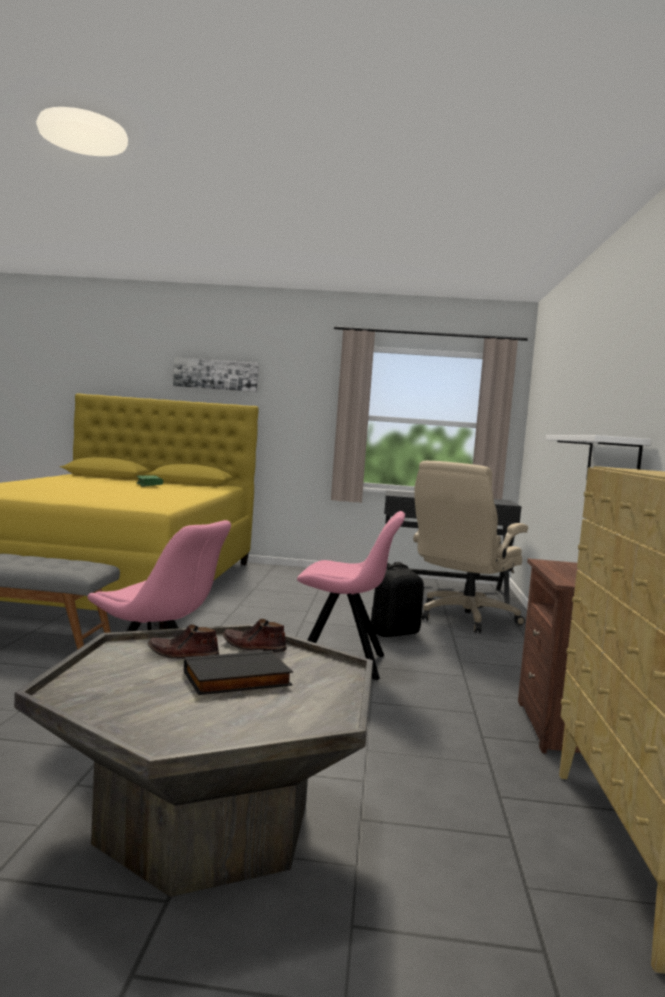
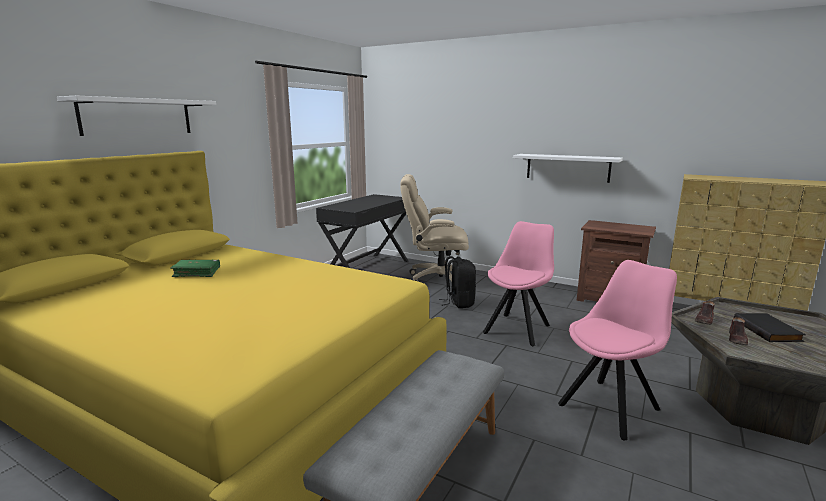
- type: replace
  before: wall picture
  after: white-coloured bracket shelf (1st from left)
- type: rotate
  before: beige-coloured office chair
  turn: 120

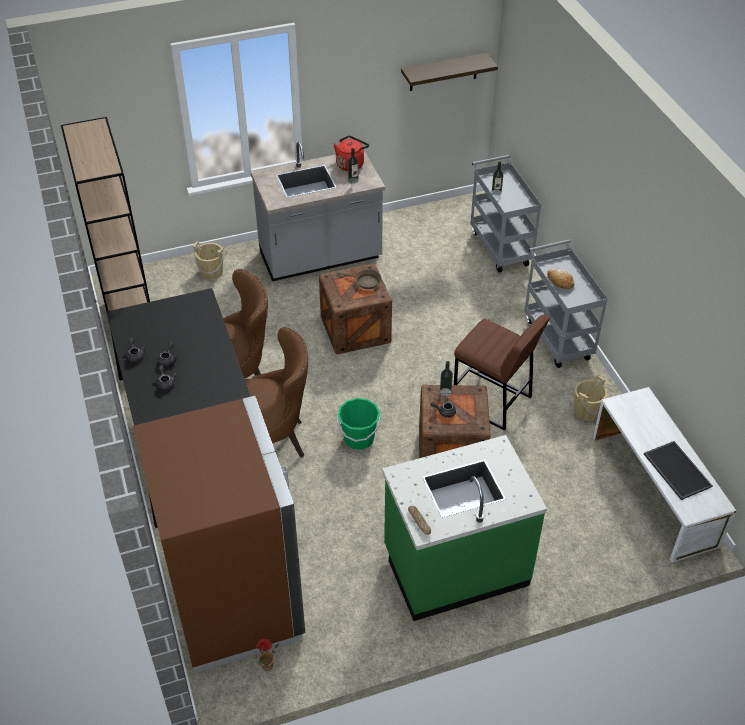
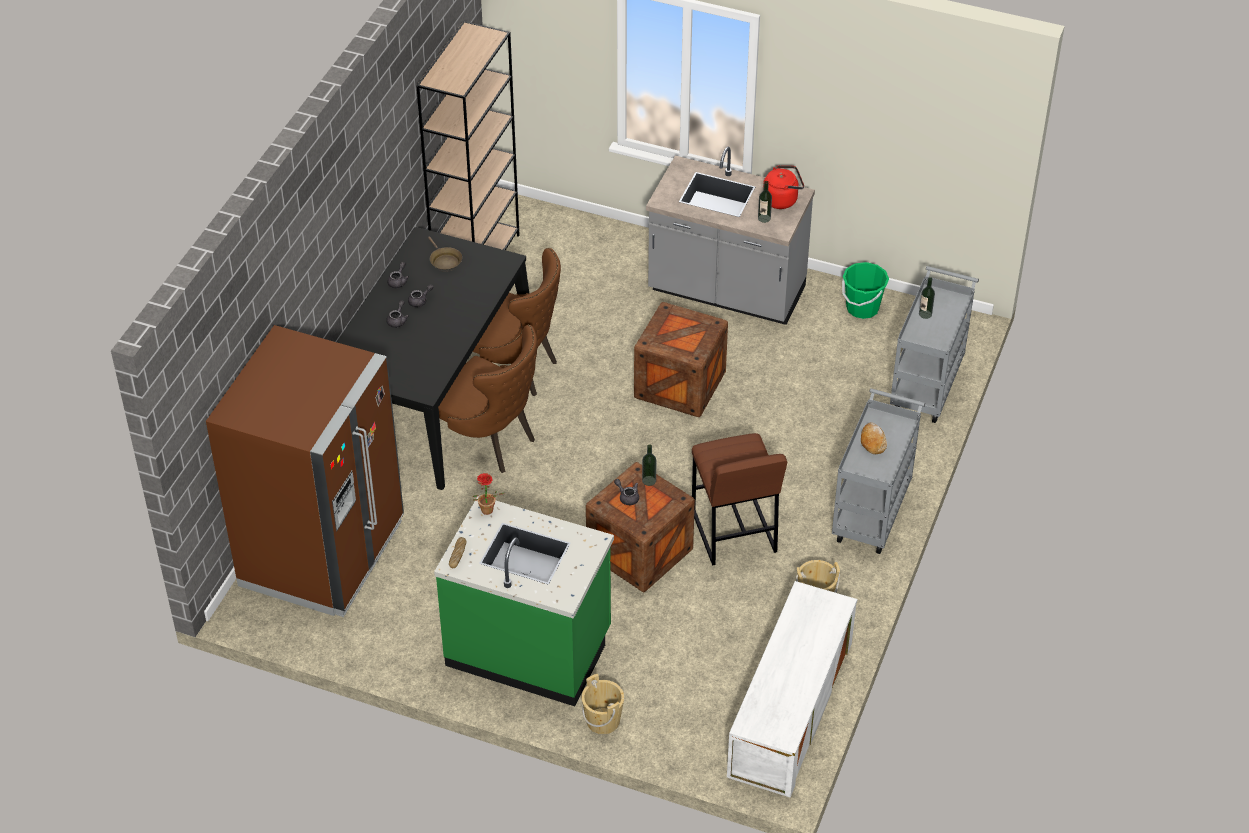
- type: delete
  before: bracket shelf
- type: move
  before: beige-coloured water bucket (1st from left)
- type: move
  before: brown-coloured skillet
- type: move
  before: greenish water bucket
- type: delete
  before: serving tray
- type: move
  before: houseplant

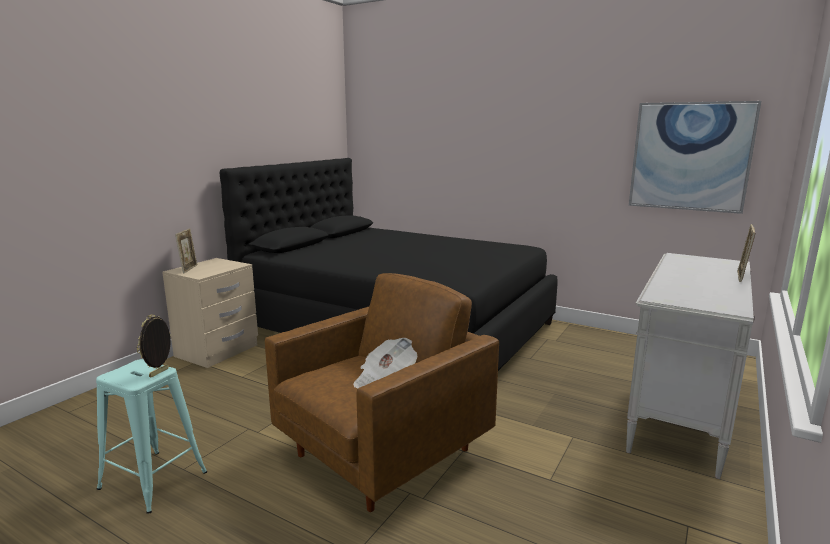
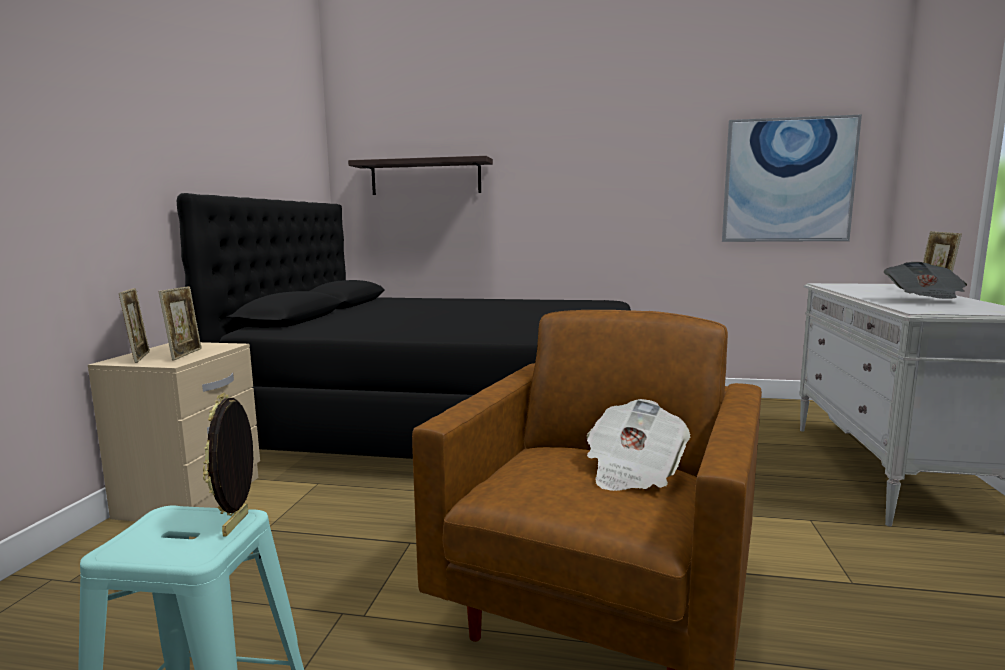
- type: insert
  after: bracket shelf
- type: insert
  after: daily paper (2nd from left)
- type: insert
  after: standing frame (2nd from left)

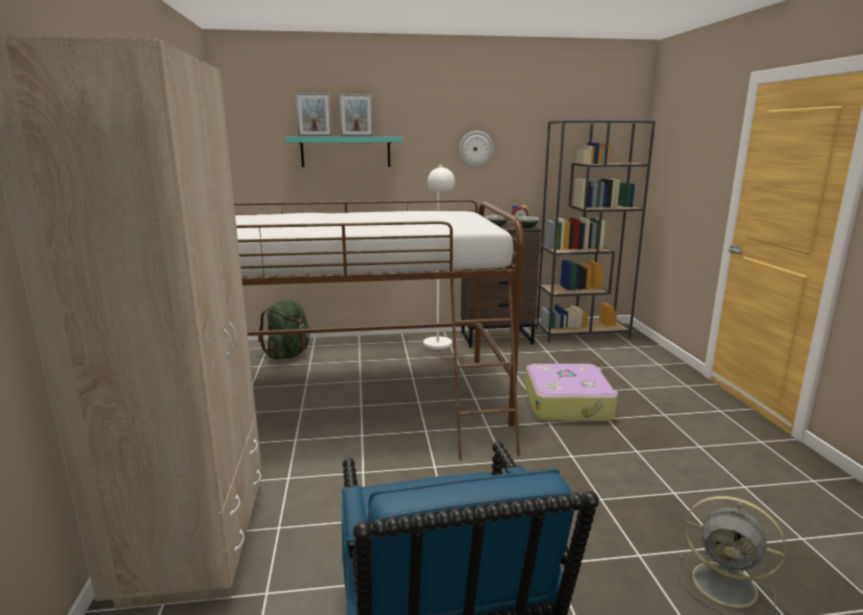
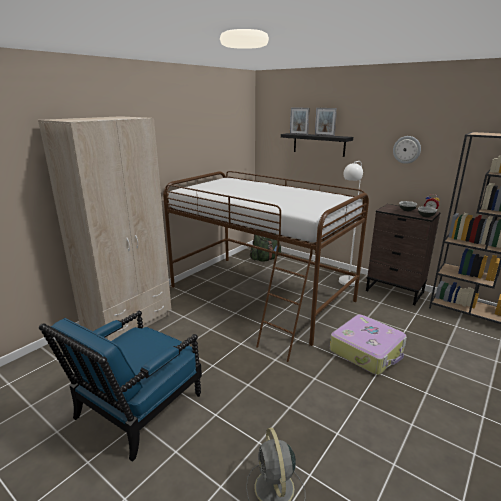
- type: recolor
  before: blue-green bracket shelf
  after: black bracket shelf

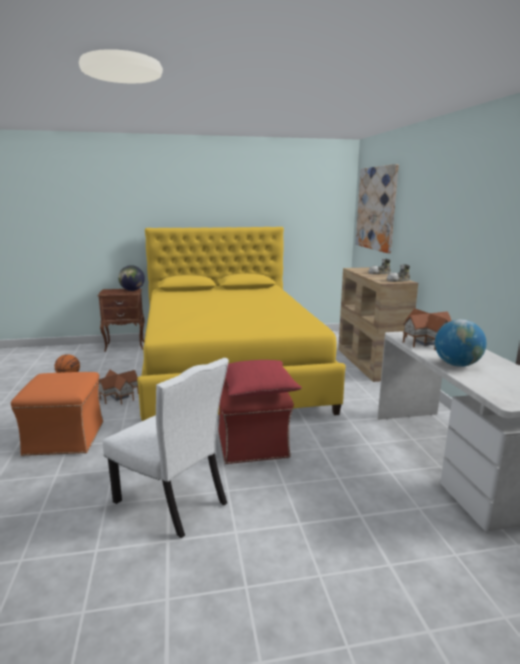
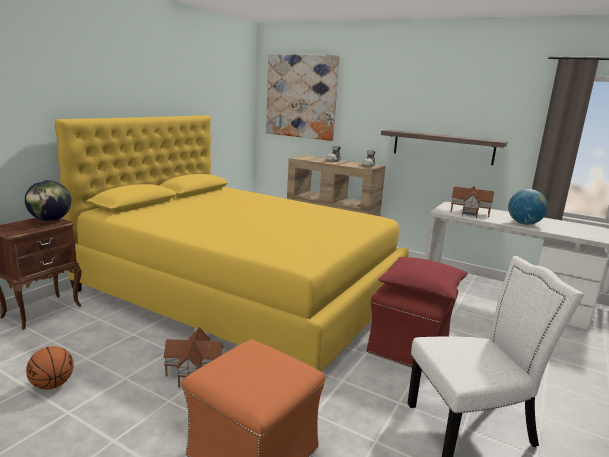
- type: insert
  after: bracket shelf

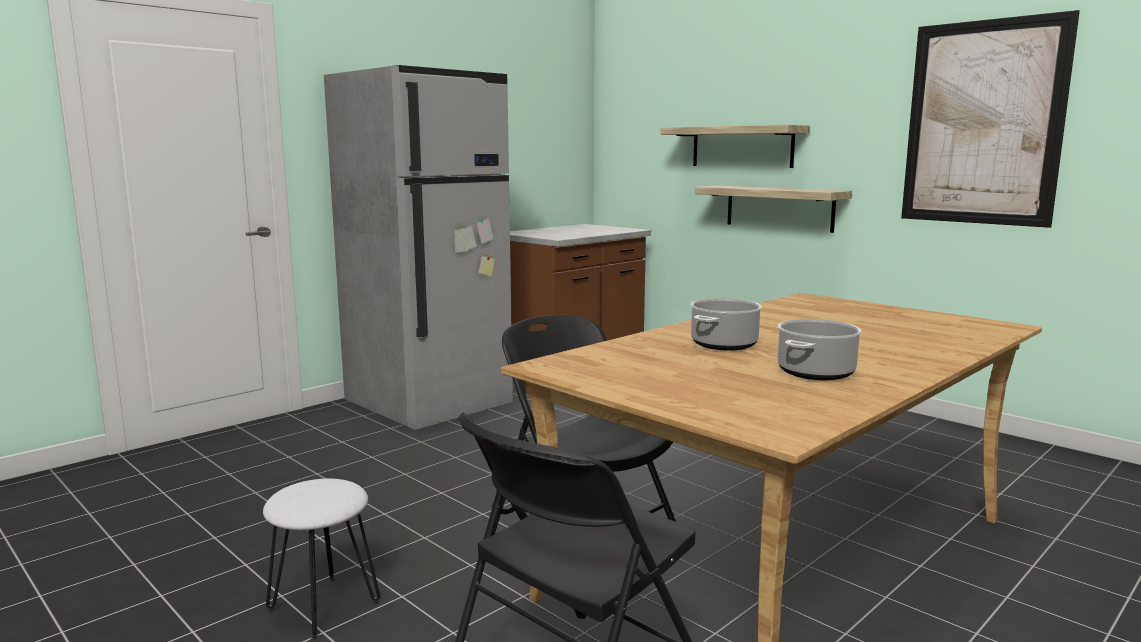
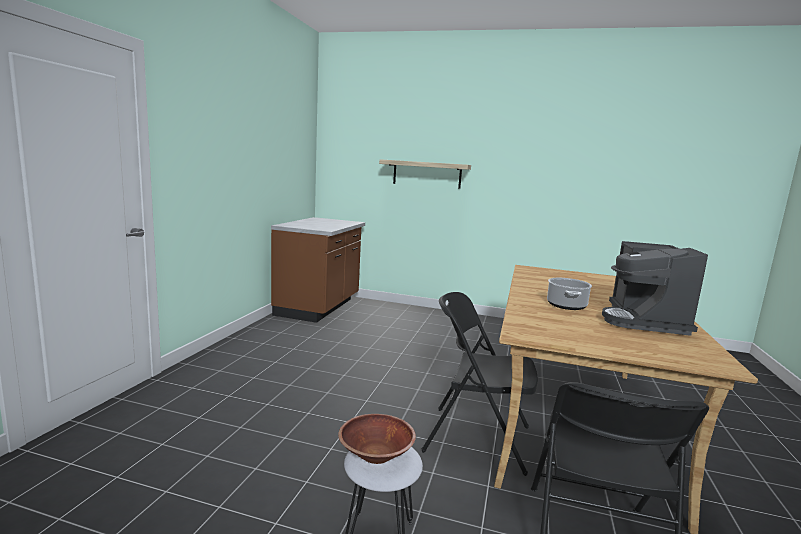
- type: delete
  before: wall picture
- type: delete
  before: gray fridge
- type: delete
  before: bracket shelf (2nd from left)
- type: replace
  before: saucepot (2nd from left)
  after: coffee maker
- type: insert
  after: brown-coloured bowl

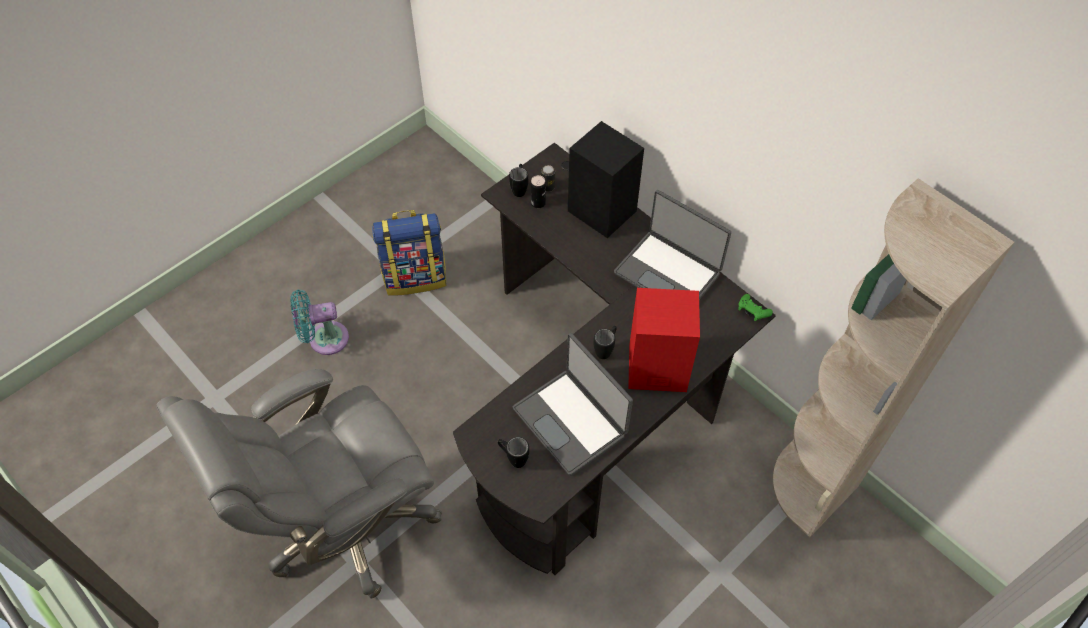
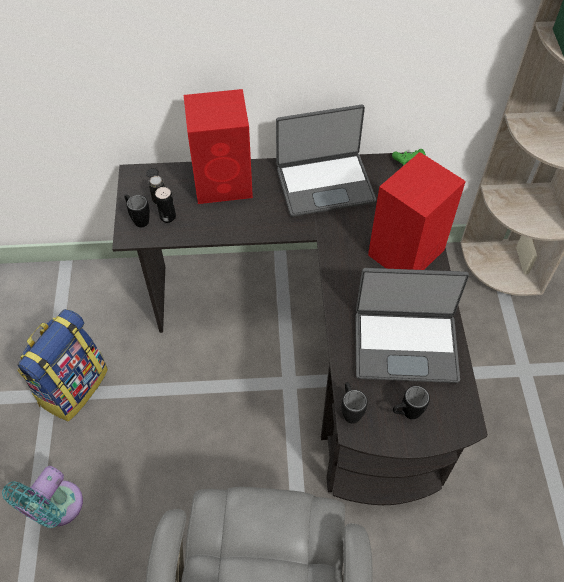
- type: recolor
  before: black speaker
  after: red-coloured speaker (1st from left)
- type: move
  before: black tea mug (3rd from left in the first image)
  after: black tea mug (2nd from left)

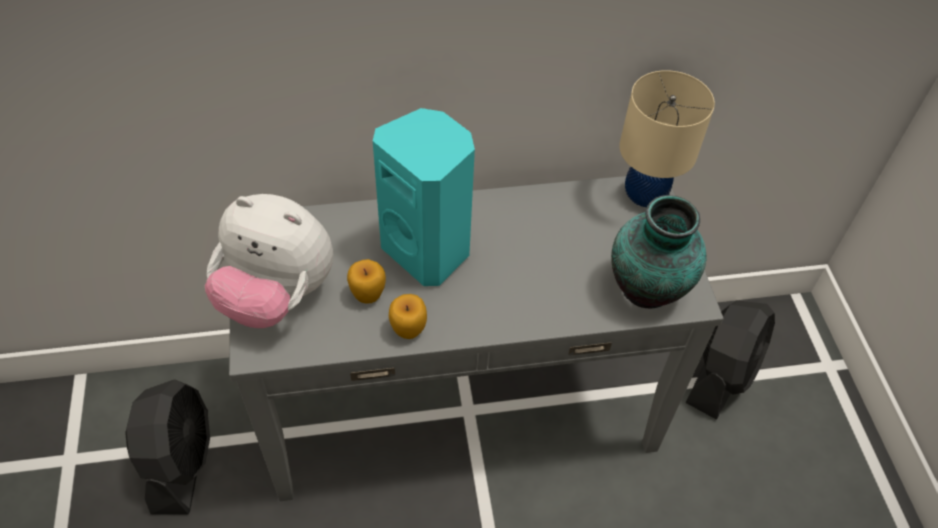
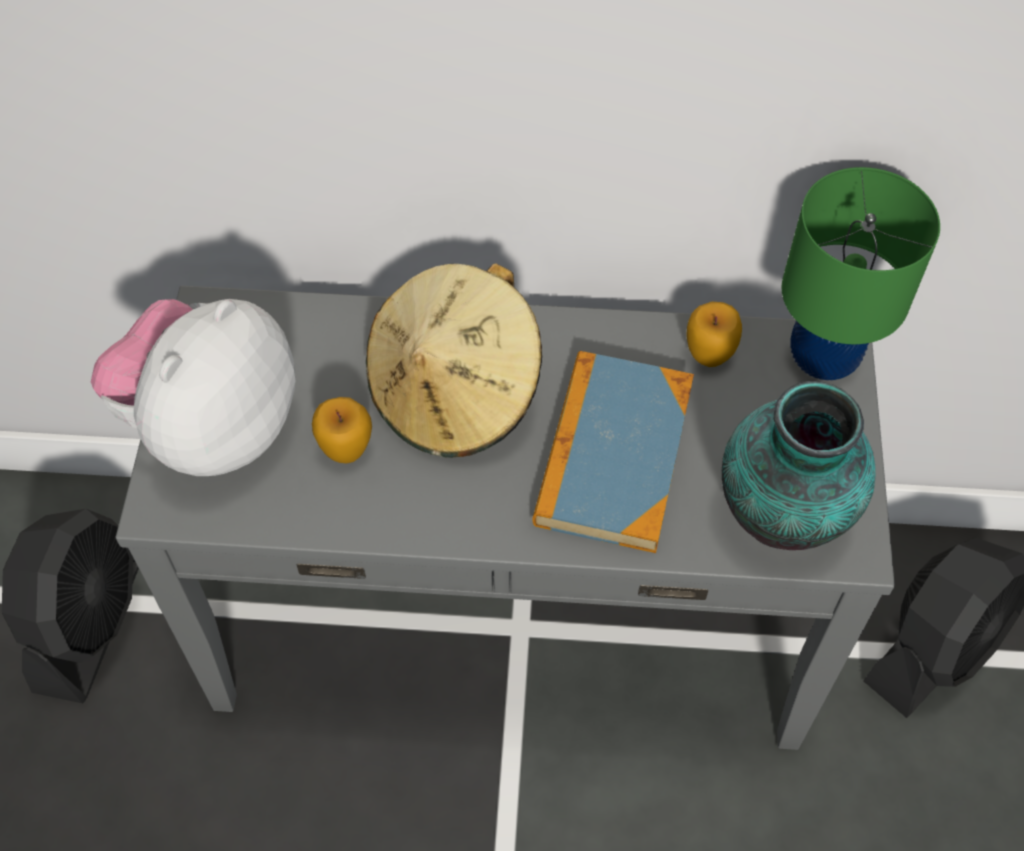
- type: recolor
  before: beige-coloured table lamp
  after: greenish table lamp
- type: replace
  before: blue-green speaker
  after: beige-coloured hat
- type: rotate
  before: cuddly toy
  turn: 90
- type: move
  before: apple fruit (2nd from left)
- type: insert
  after: volume

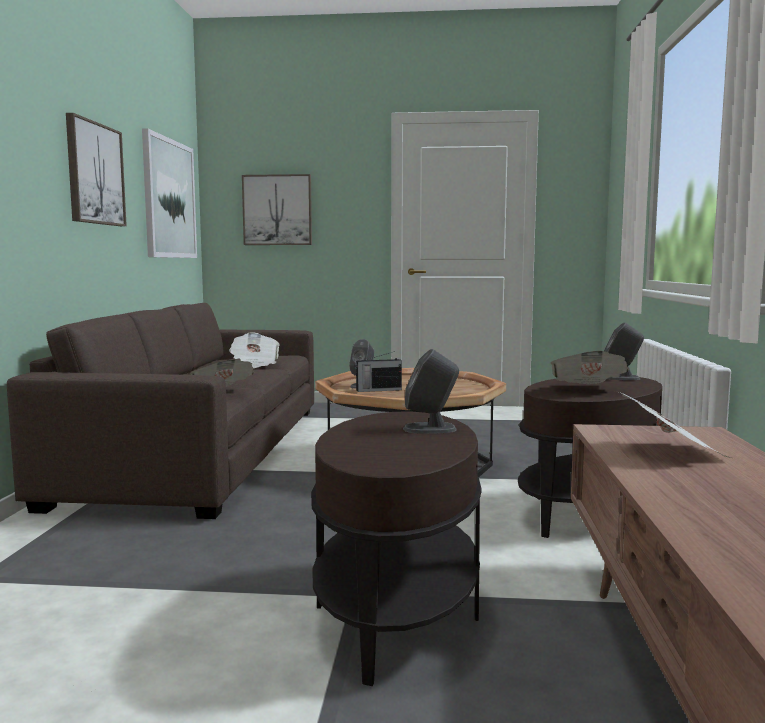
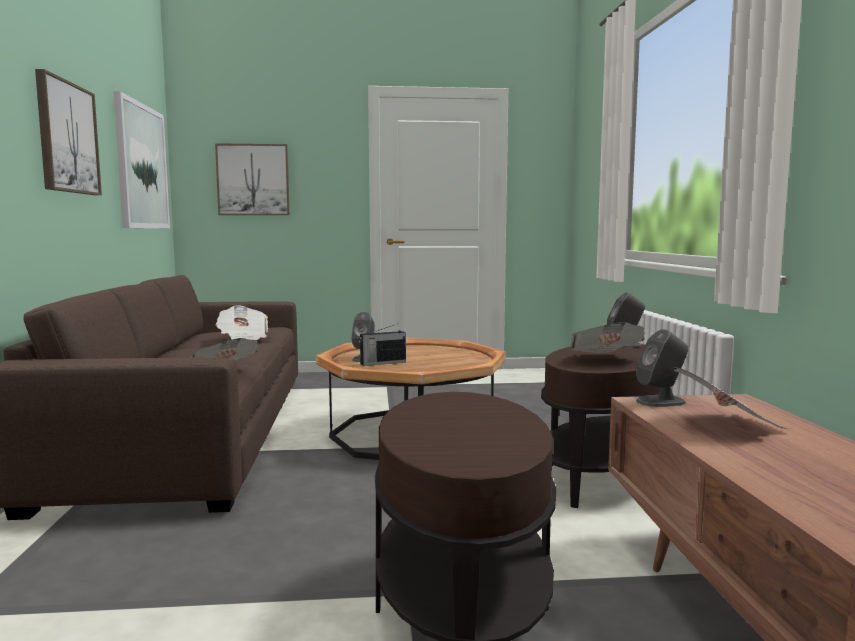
- type: move
  before: gray speaker (2nd from left in the first image)
  after: gray speaker (3rd from left)

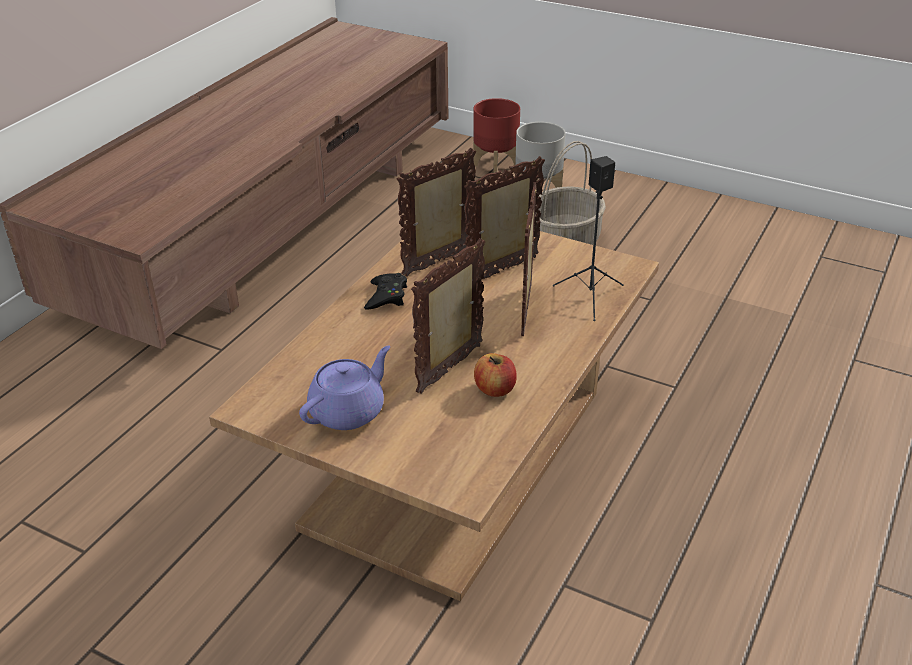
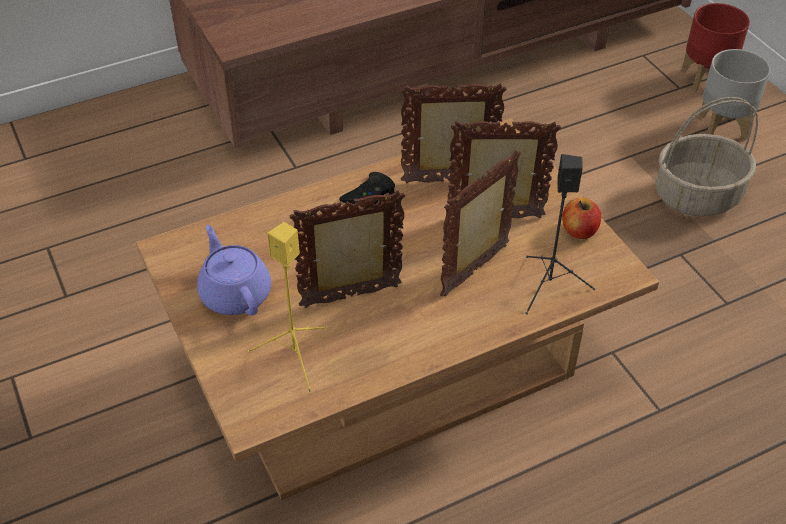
- type: rotate
  before: purple pot for tea
  turn: -105
- type: move
  before: apple fruit
- type: insert
  after: yellow-coloured speaker

